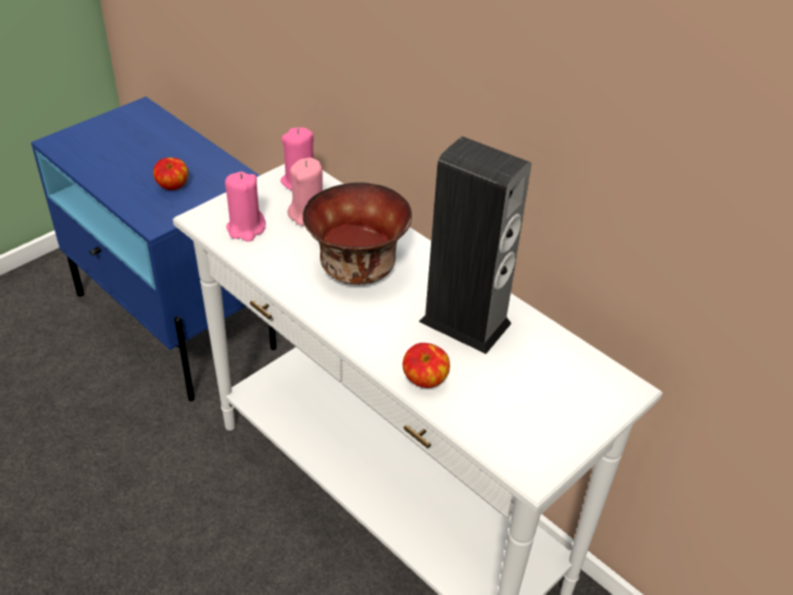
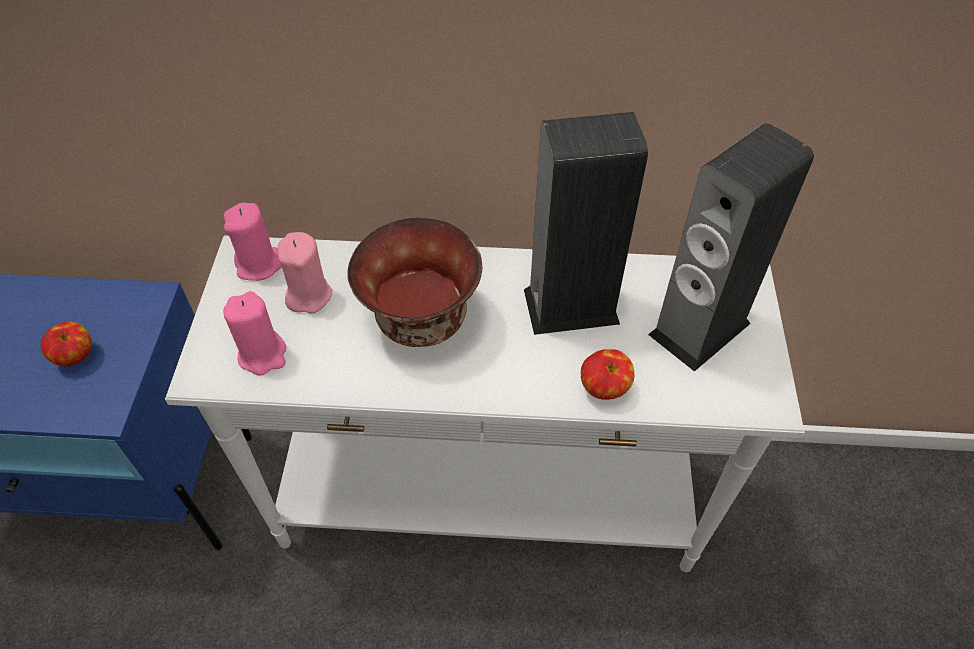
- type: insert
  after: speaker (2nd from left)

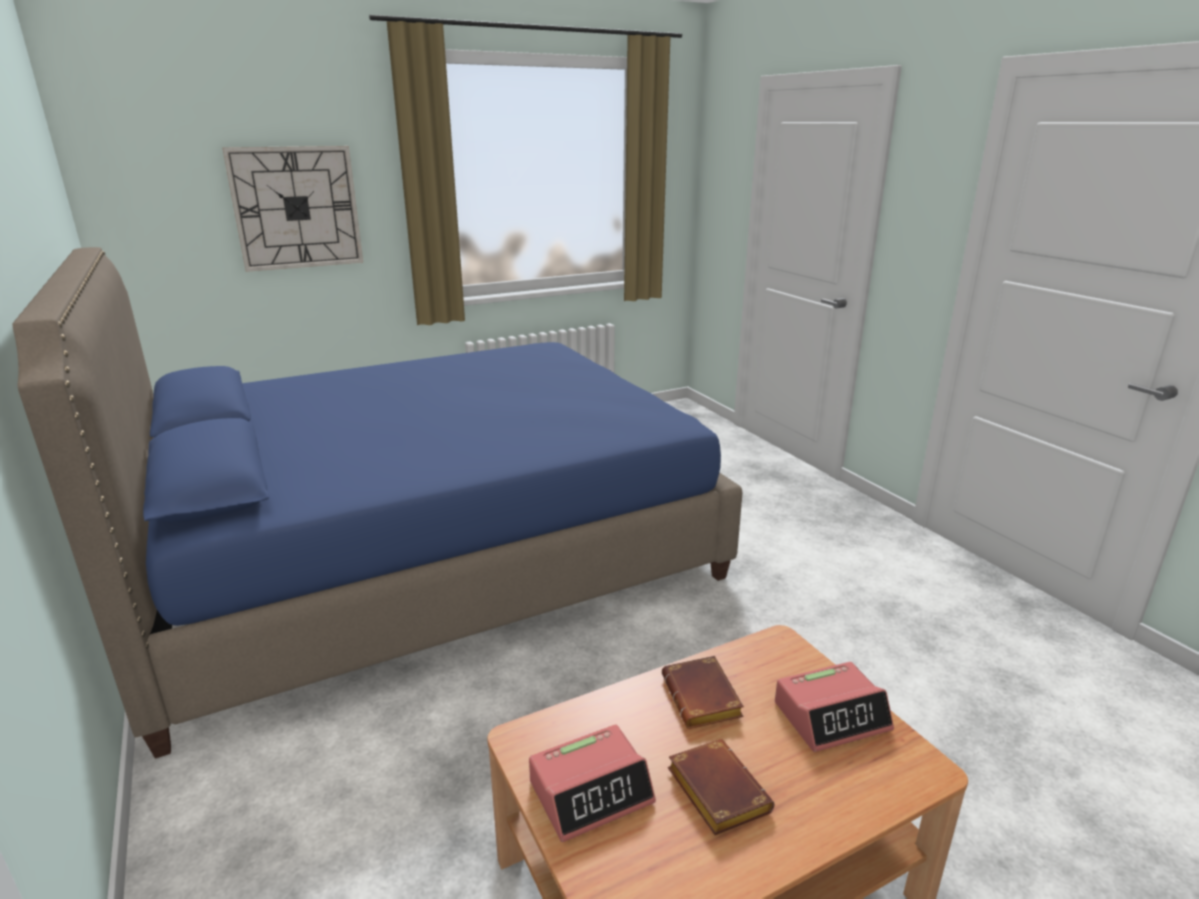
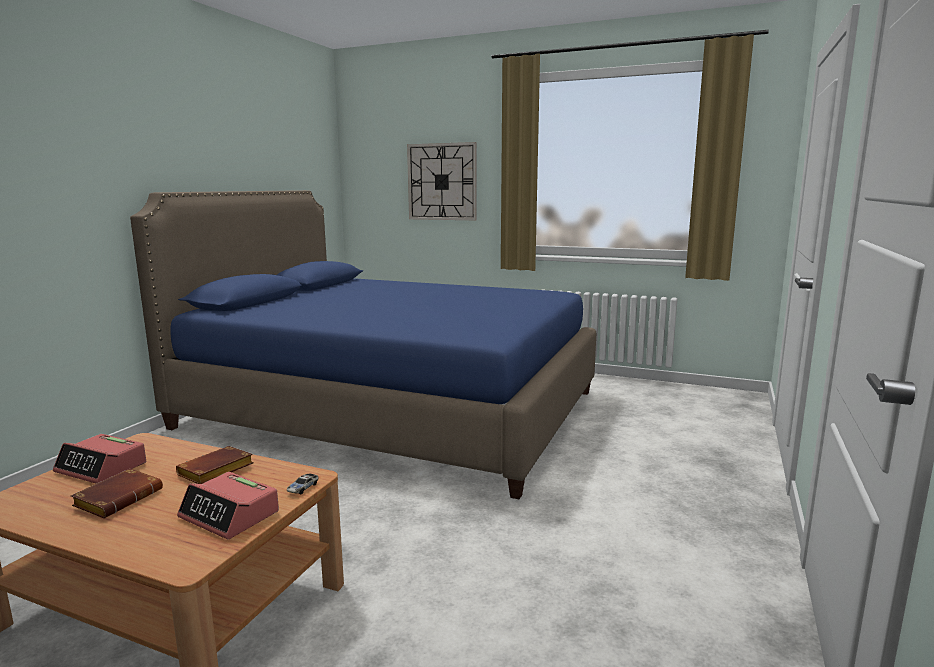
- type: insert
  after: model car

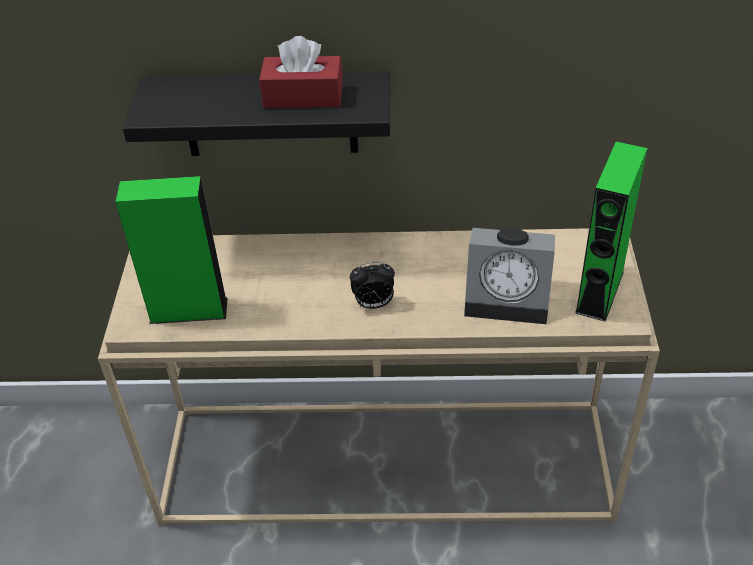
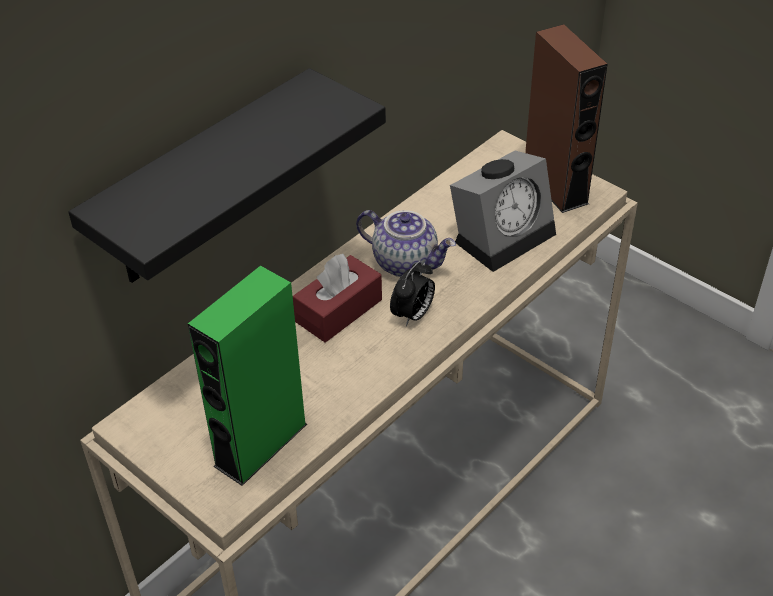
- type: move
  before: red-coloured tissue holder
- type: recolor
  before: greenish speaker (2nd from left)
  after: brown-coloured speaker
- type: insert
  after: pot for tea

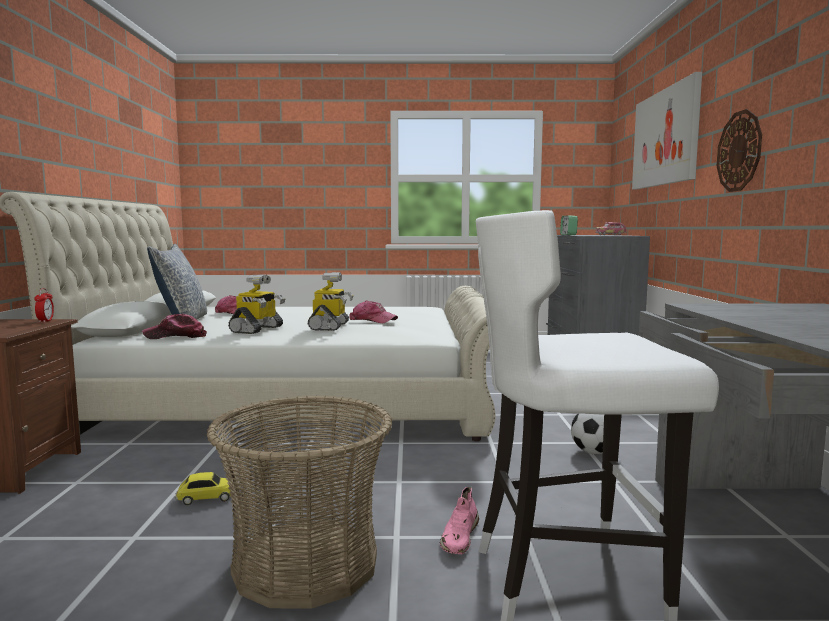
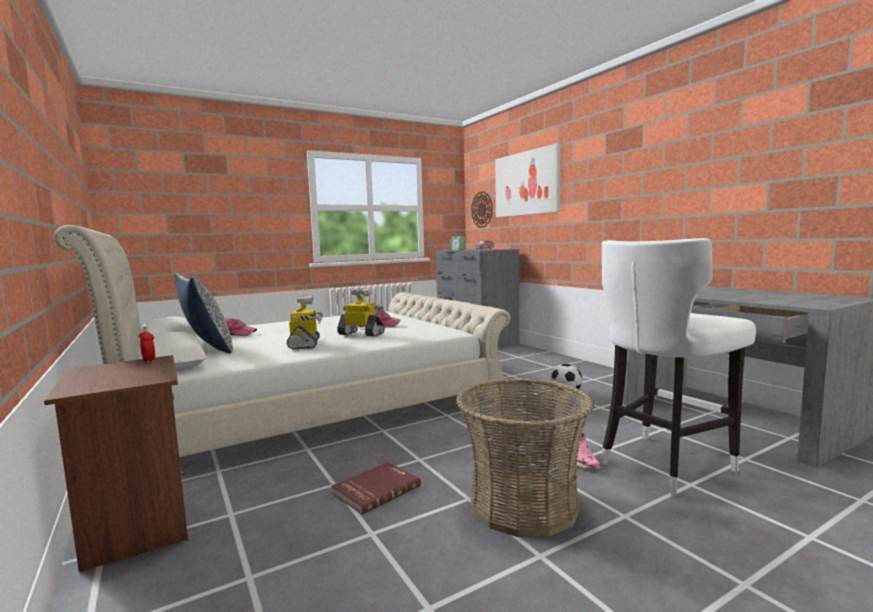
- type: move
  before: hanging clock
- type: rotate
  before: toy robot (2nd from left)
  turn: -45
- type: delete
  before: baseball cap (1st from left)
- type: replace
  before: model car (1st from left)
  after: red-coloured volume

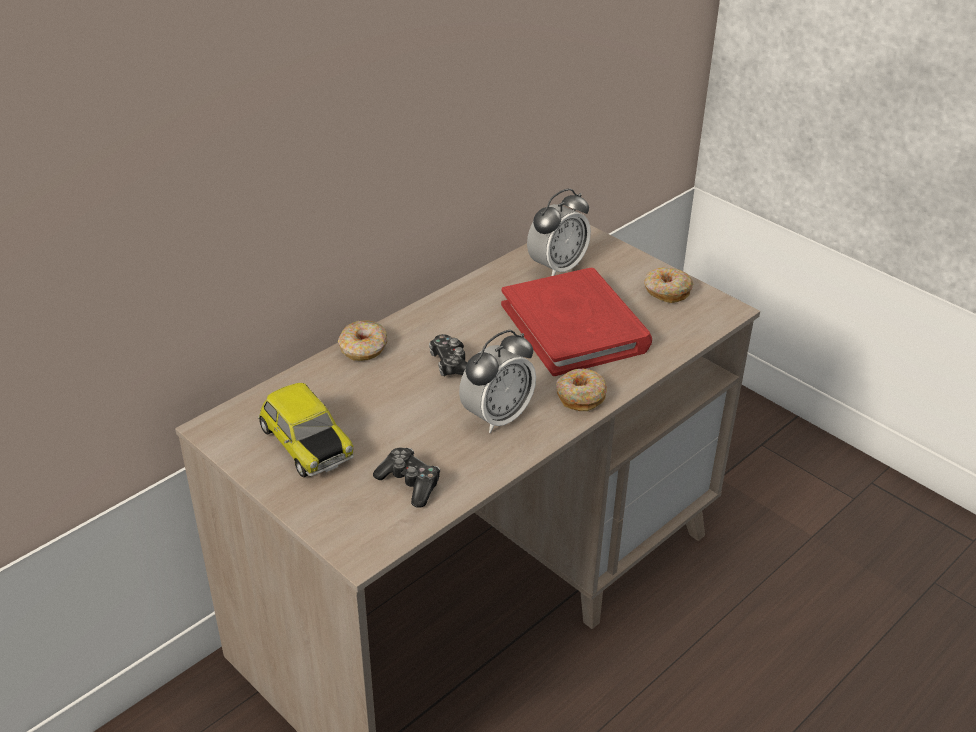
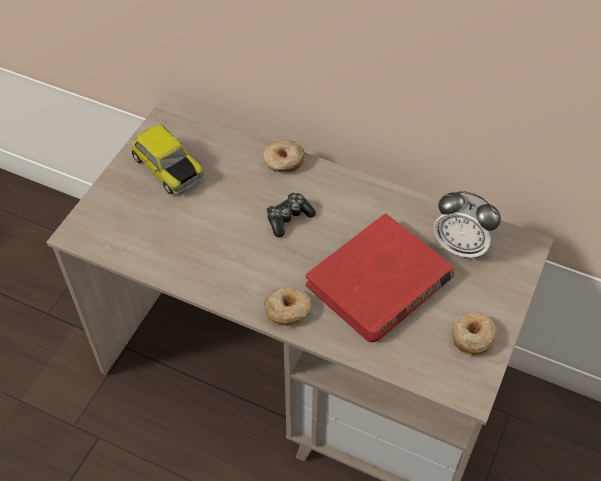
- type: delete
  before: bedside clock (1st from left)
- type: rotate
  before: model car
  turn: -75
- type: delete
  before: gamepad (1st from left)

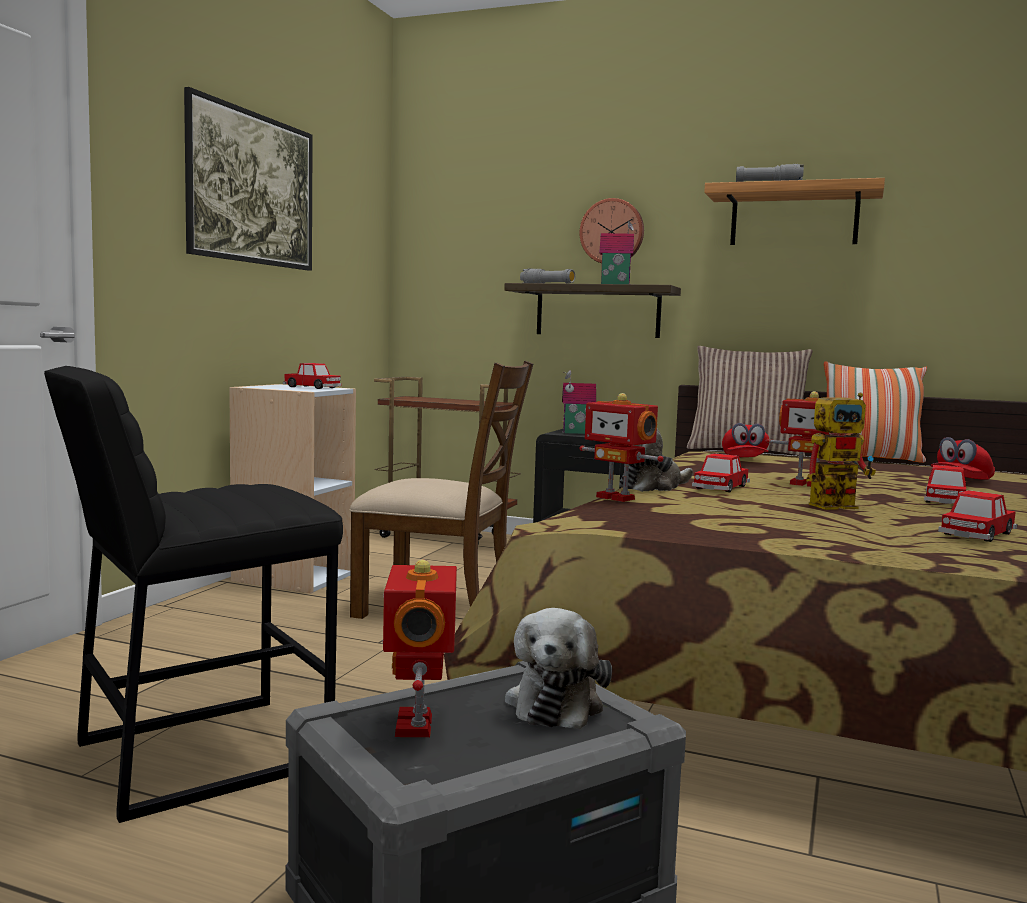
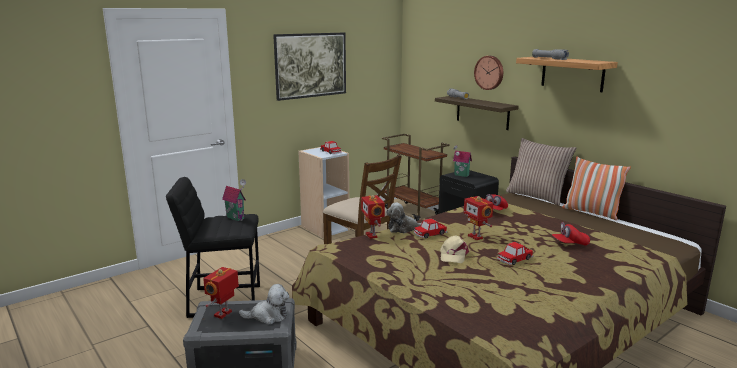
- type: move
  before: toy house (2nd from left in the first image)
  after: toy house (1st from left)
- type: replace
  before: toy robot (4th from left)
  after: beige-coloured baseball cap
- type: delete
  before: model car (4th from left)
- type: rotate
  before: cuddly toy (1st from left)
  turn: -135

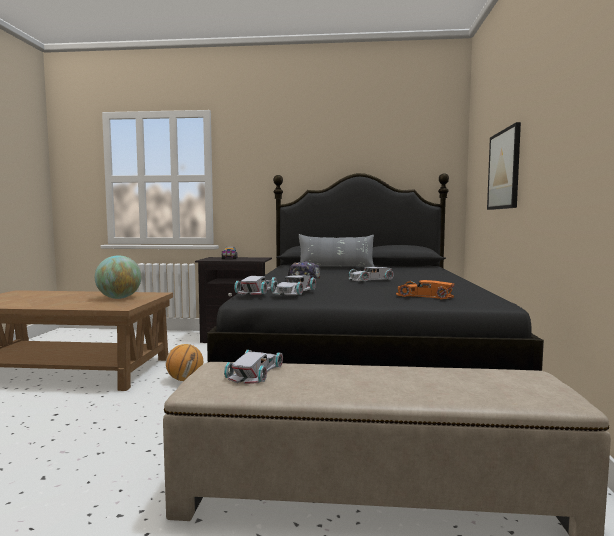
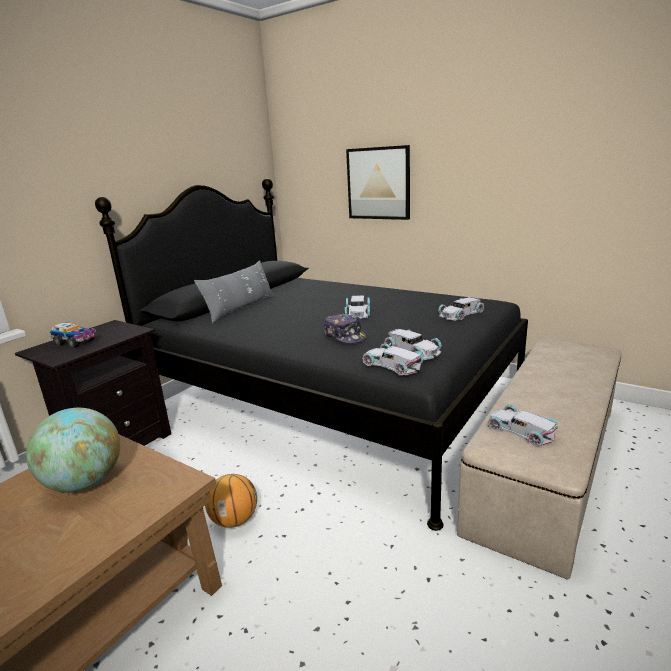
- type: recolor
  before: orangey model car
  after: white-coloured model car (4th from left)

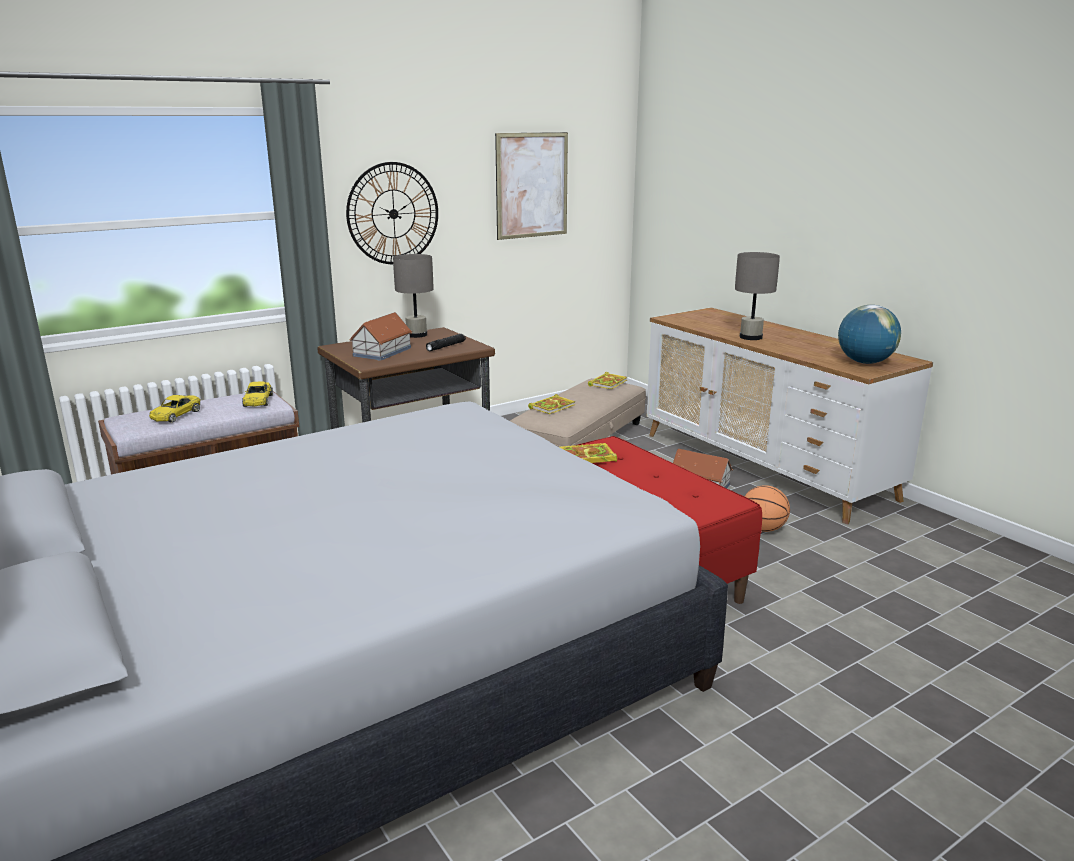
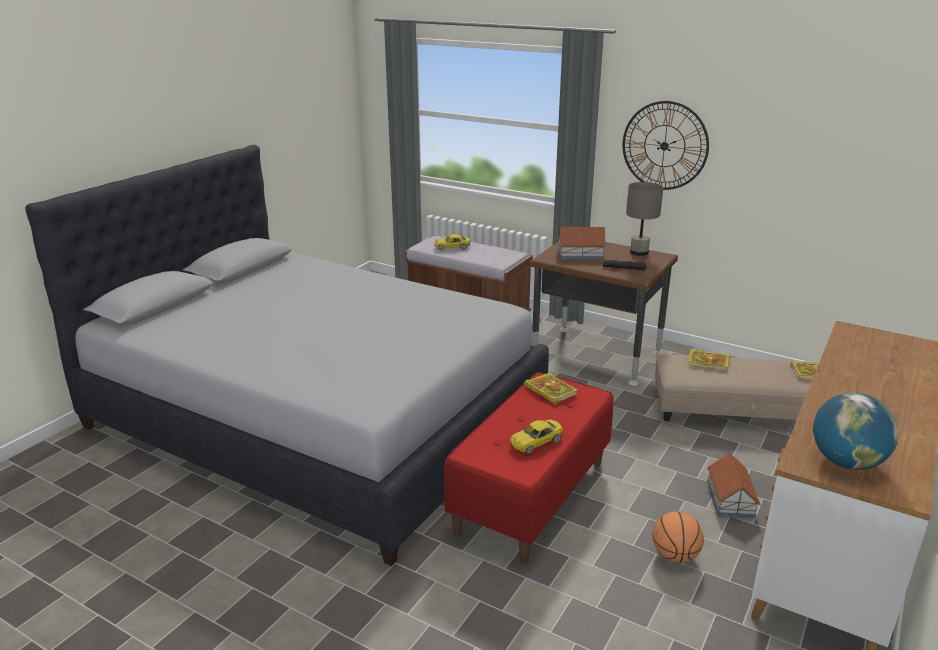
- type: delete
  before: wall picture
- type: delete
  before: gray table lamp (2nd from left)
- type: move
  before: yellow-coloured model car (2nd from left)

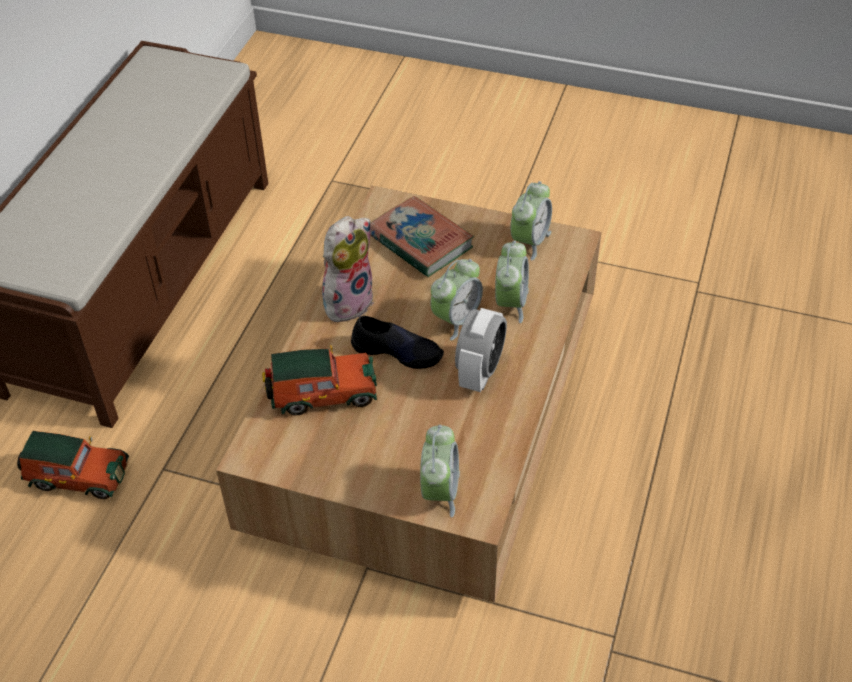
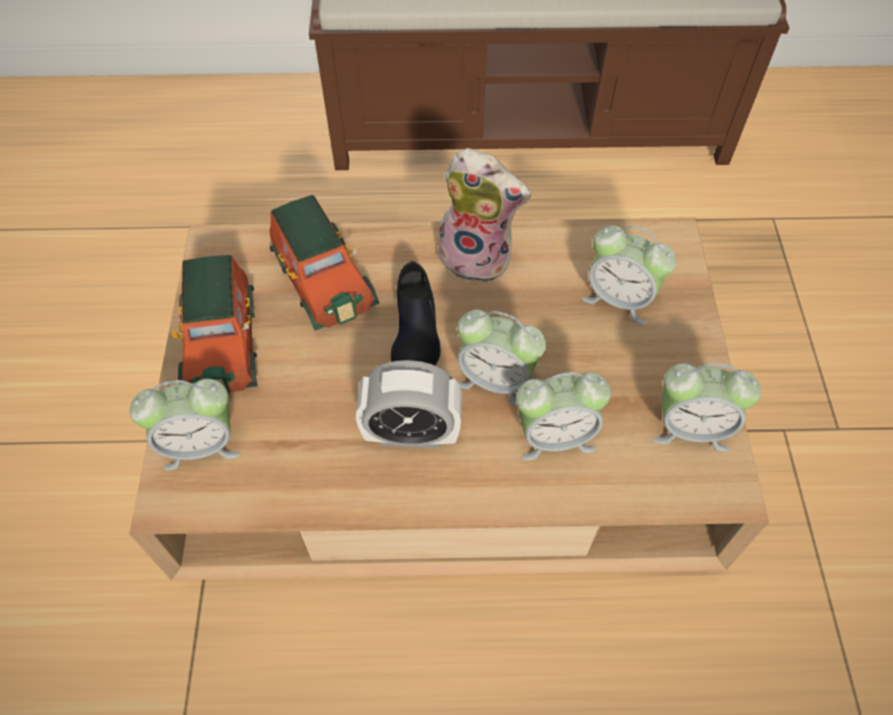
- type: replace
  before: volume
  after: bedside clock (5th from left)
- type: move
  before: model car (1st from left)

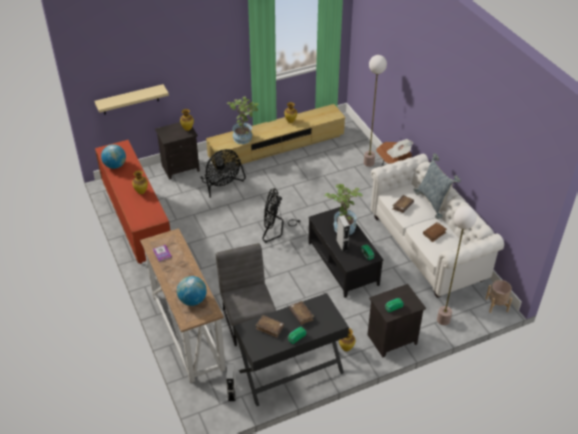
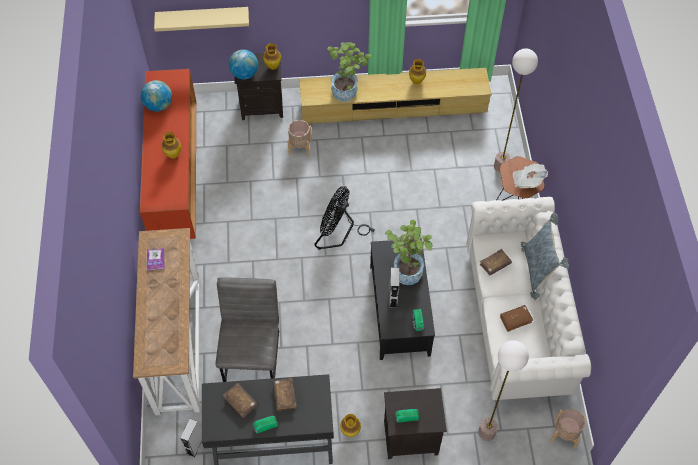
- type: replace
  before: black cooling fan (1st from left)
  after: beige-coloured plant pot (1st from left)
- type: move
  before: globe (2nd from left)

